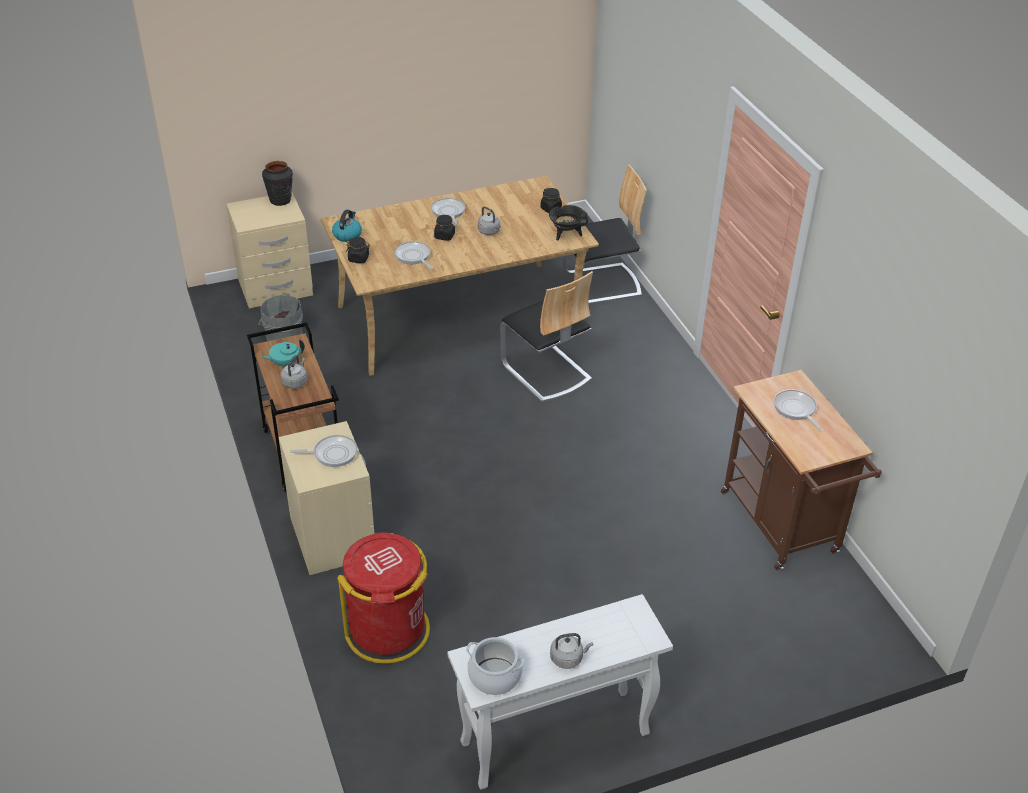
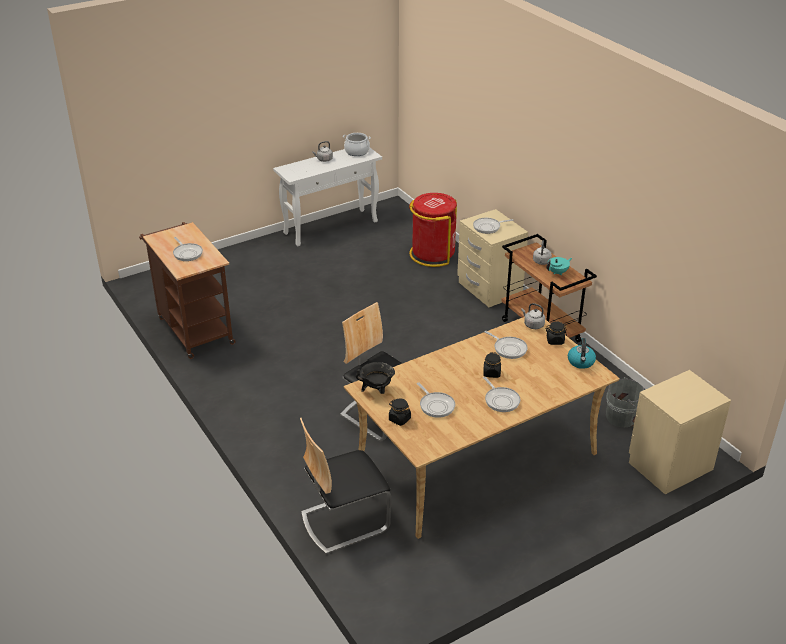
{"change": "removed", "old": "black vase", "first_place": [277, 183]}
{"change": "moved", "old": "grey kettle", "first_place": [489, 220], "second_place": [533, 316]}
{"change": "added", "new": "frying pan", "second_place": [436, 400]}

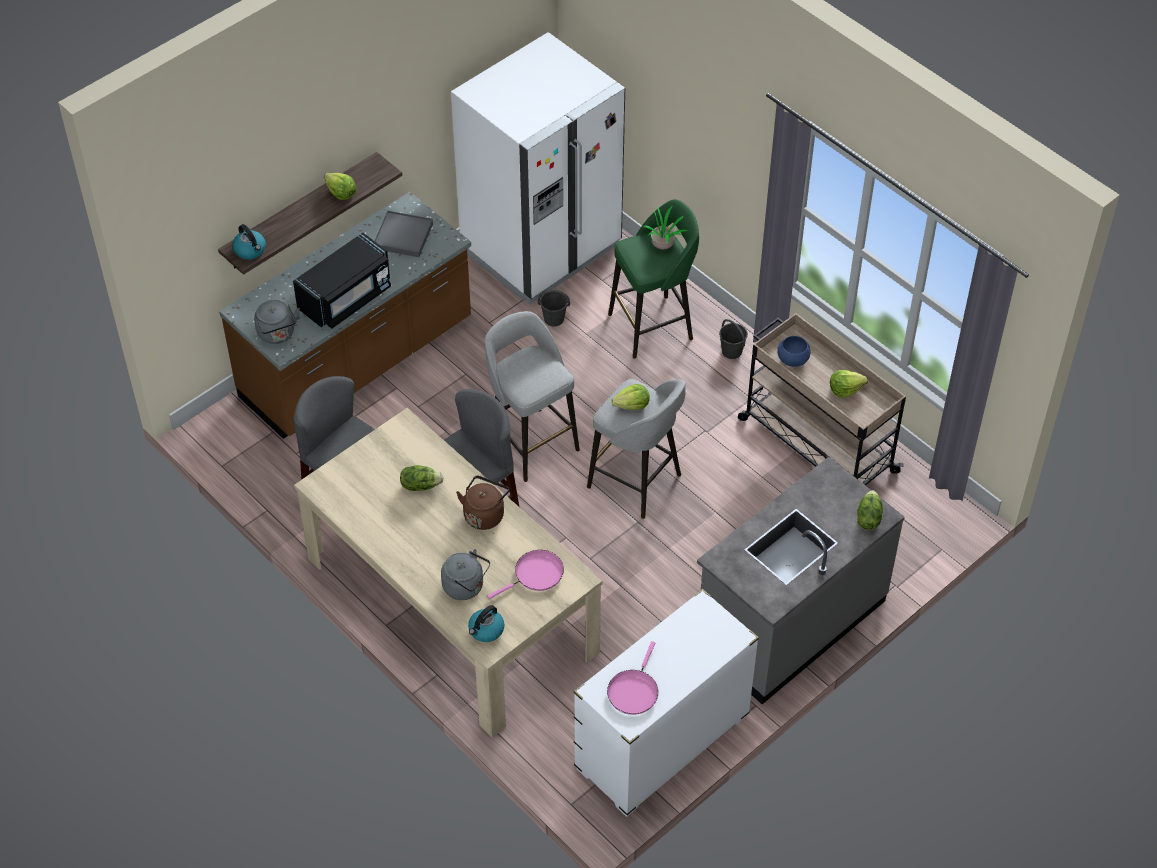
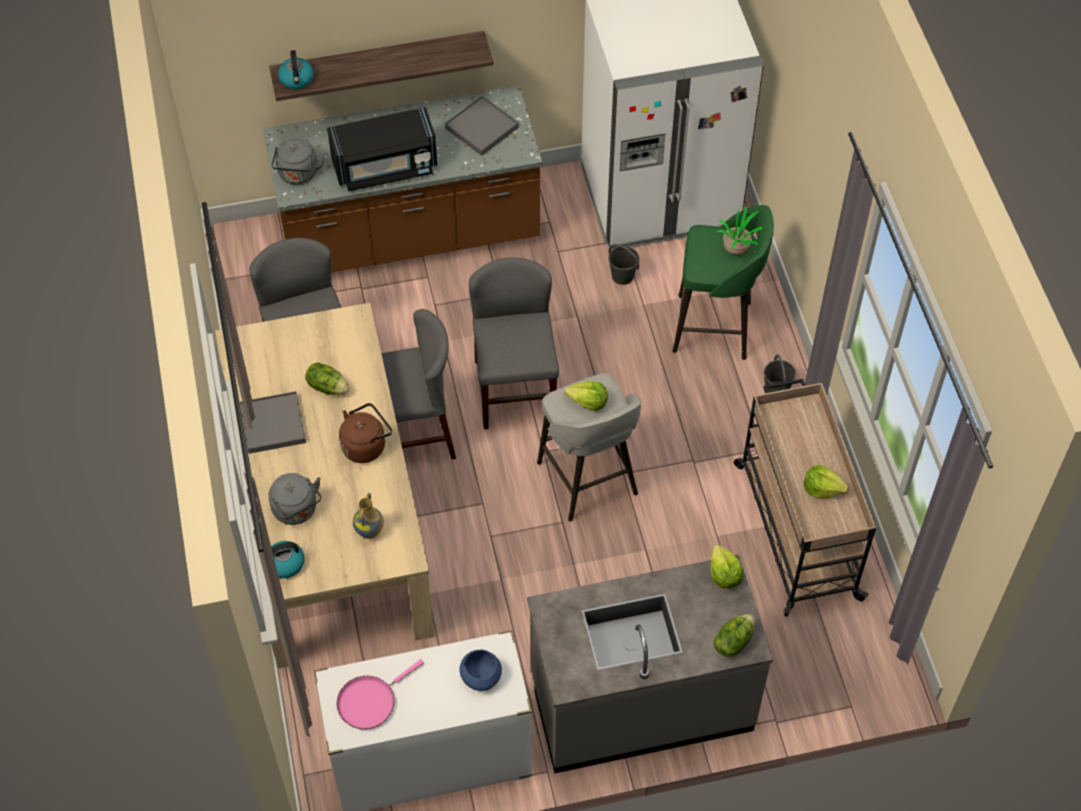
{"change": "moved", "old": "lettuce", "first_place": [340, 186], "second_place": [727, 567]}
{"change": "replaced", "old": "grey stool", "new": "grey chair", "first_place": [532, 396], "second_place": [514, 343]}
{"change": "replaced", "old": "pink frying pan", "new": "vase", "first_place": [525, 574], "second_place": [368, 516]}
{"change": "moved", "old": "blue bowl", "first_place": [794, 351], "second_place": [480, 670]}
{"change": "added", "new": "grey tray", "second_place": [273, 422]}

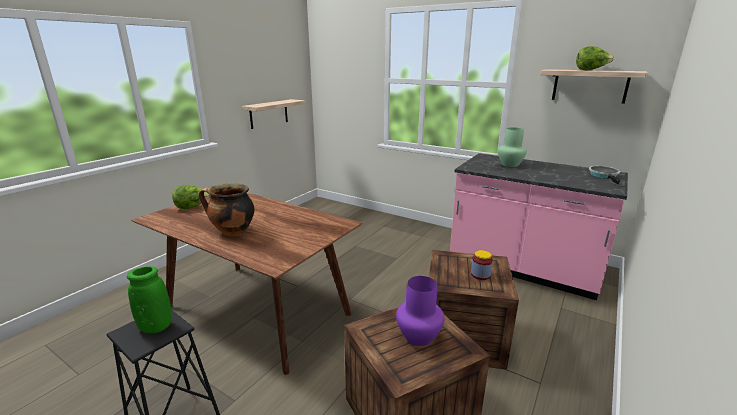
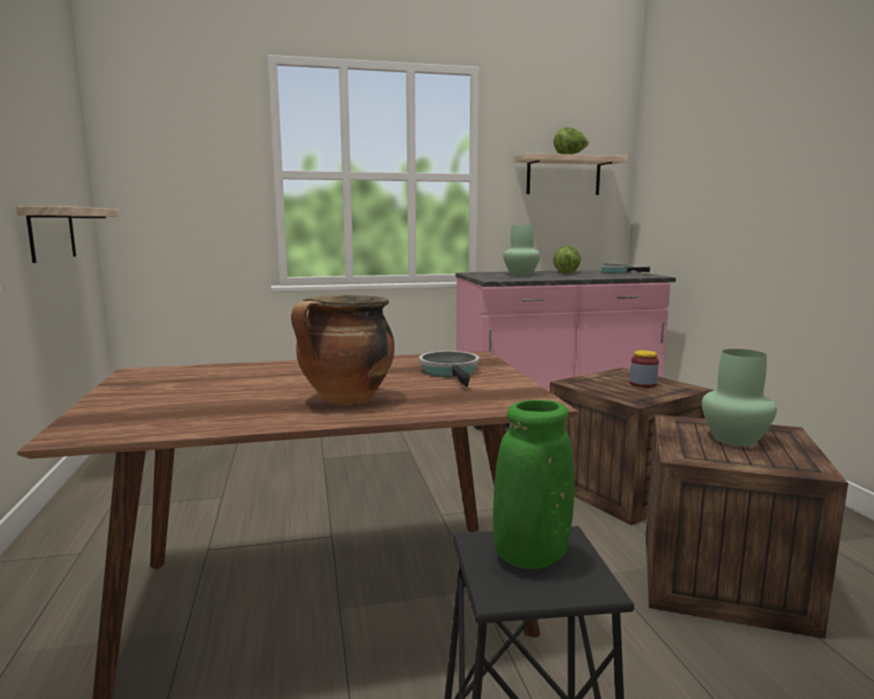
{"change": "moved", "old": "lettuce", "first_place": [191, 197], "second_place": [567, 260]}
{"change": "recoloured", "old": "purple vase", "new": "green vase", "first_place": [420, 311], "second_place": [739, 397]}
{"change": "added", "new": "frying pan", "second_place": [449, 369]}

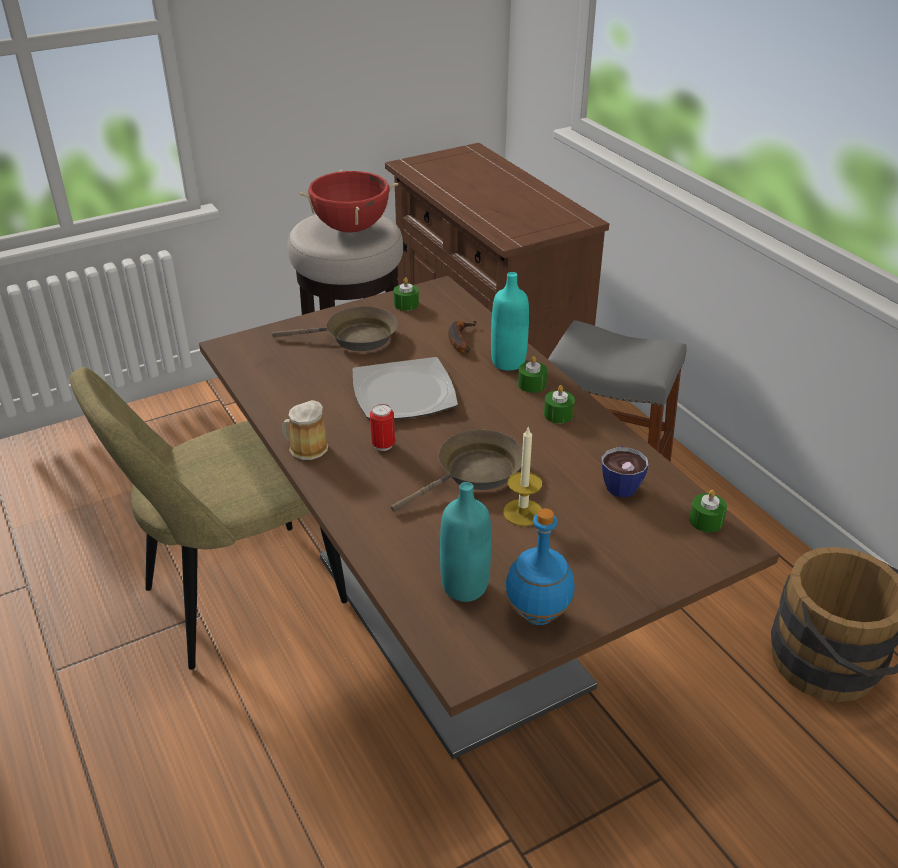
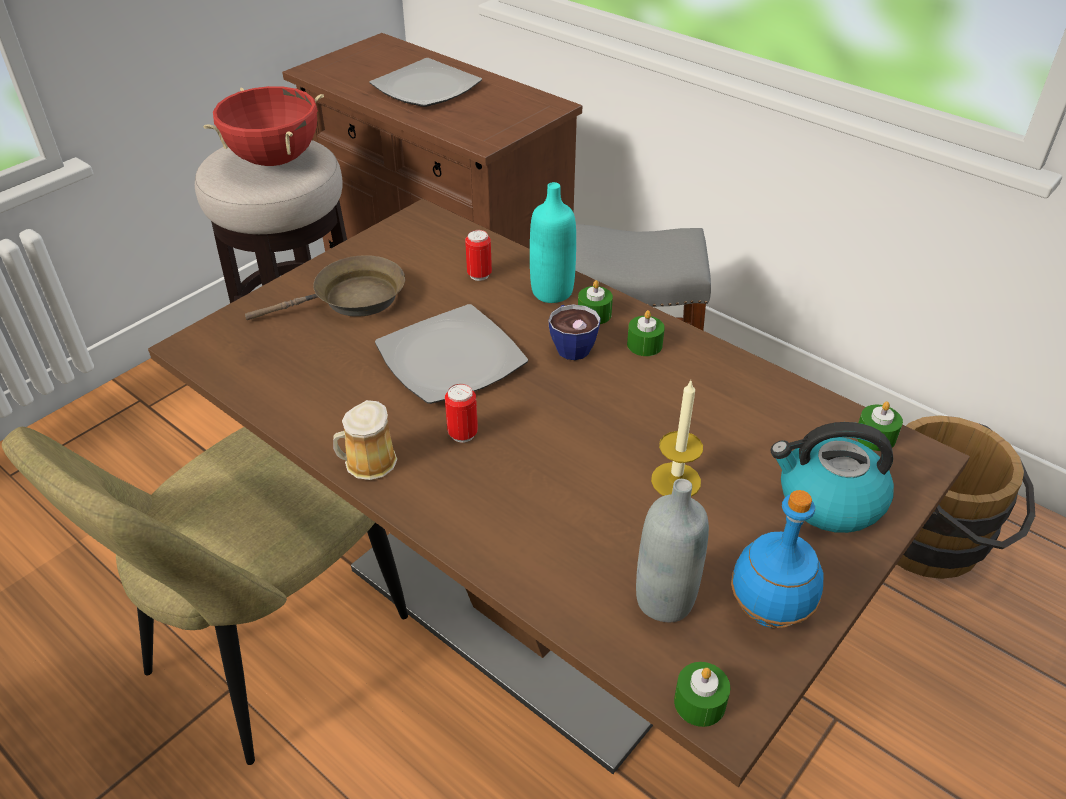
{"change": "removed", "old": "brown frying pan", "first_place": [456, 471]}
{"change": "moved", "old": "green candle", "first_place": [406, 294], "second_place": [702, 694]}
{"change": "recoloured", "old": "turquoise bottle", "new": "grey bottle", "first_place": [465, 542], "second_place": [672, 550]}
{"change": "replaced", "old": "banana", "new": "can", "first_place": [462, 337], "second_place": [478, 255]}
{"change": "moved", "old": "cup", "first_place": [625, 471], "second_place": [574, 332]}
{"change": "added", "new": "plate", "second_place": [426, 82]}
{"change": "added", "new": "kettle", "second_place": [832, 477]}

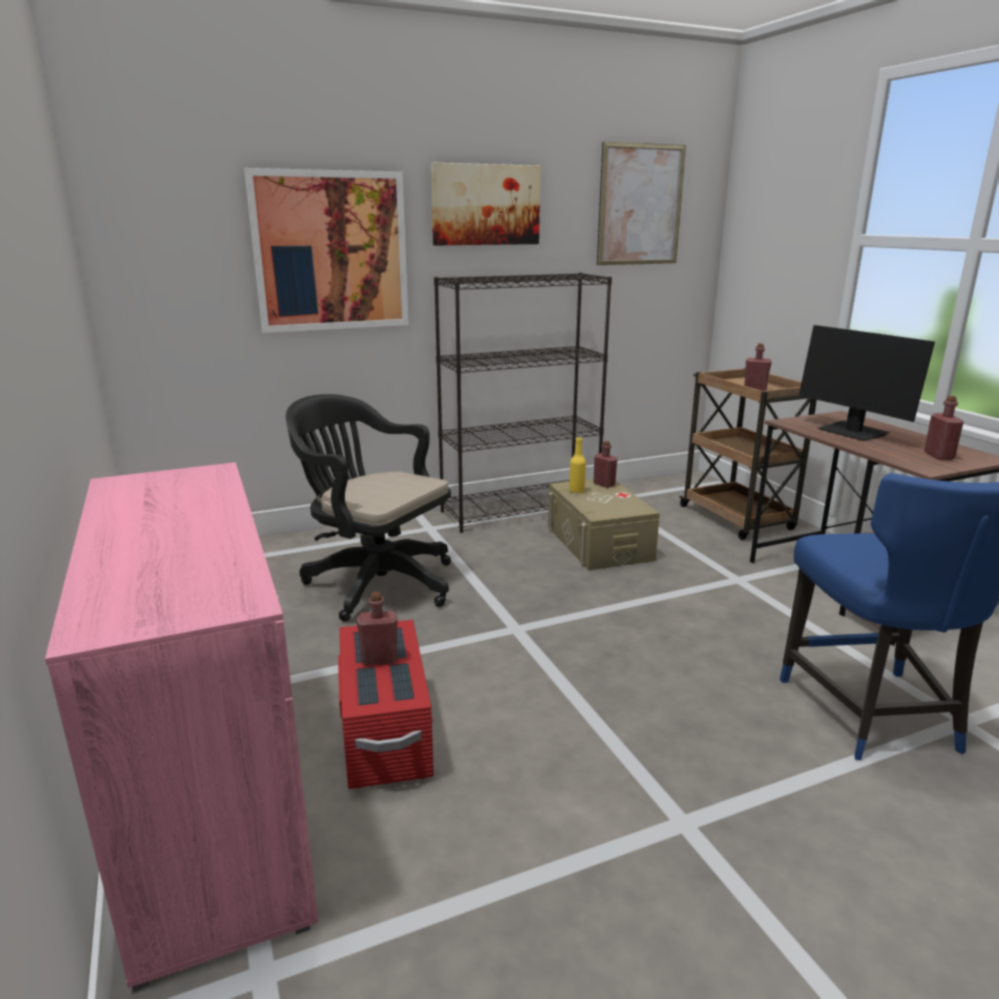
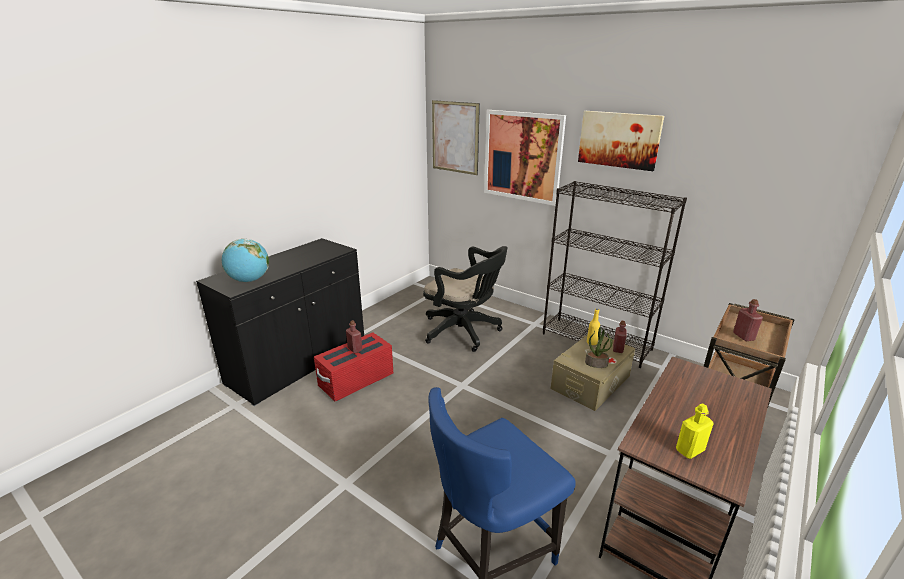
{"change": "recoloured", "old": "pink cabinet", "new": "black cabinet", "first_place": [181, 726], "second_place": [280, 322]}
{"change": "turned", "old": "black office chair", "first_place": [368, 508], "second_place": [465, 299], "degrees": 120}
{"change": "moved", "old": "picture", "first_place": [641, 203], "second_place": [456, 137]}
{"change": "removed", "old": "monitor", "first_place": [867, 383]}
{"change": "recoloured", "old": "red bottle", "new": "yellow bottle", "first_place": [944, 428], "second_place": [695, 431]}
{"change": "added", "new": "globe", "second_place": [245, 260]}
{"change": "added", "new": "potted plant", "second_place": [598, 347]}

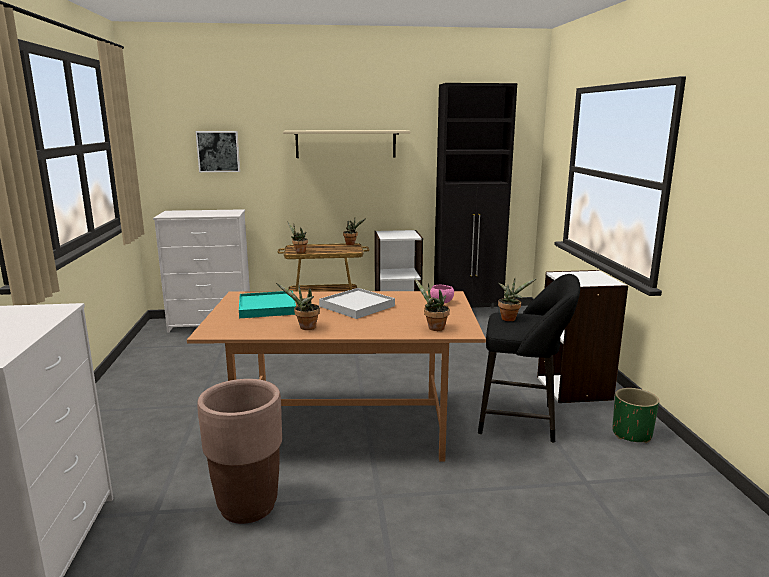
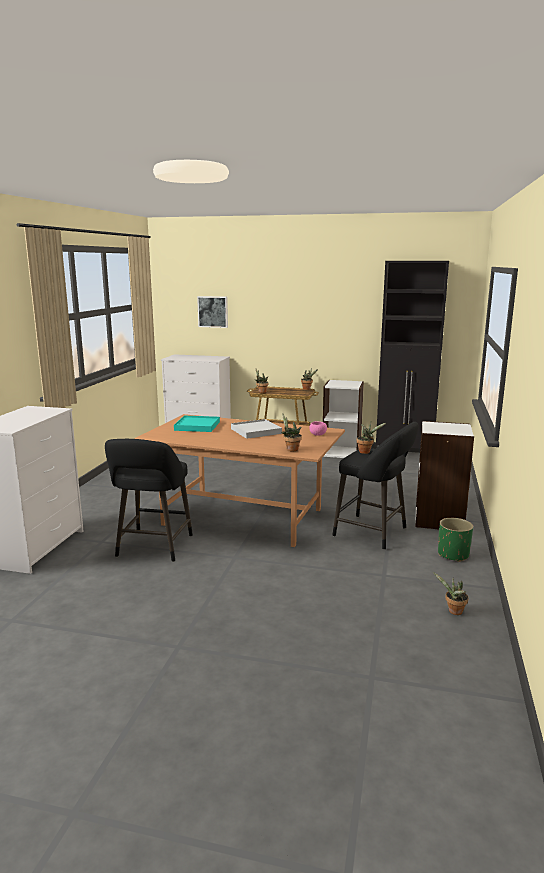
{"change": "replaced", "old": "brown planter", "new": "black stool", "first_place": [239, 451], "second_place": [149, 500]}
{"change": "moved", "old": "potted plant", "first_place": [298, 306], "second_place": [451, 593]}
{"change": "removed", "old": "beige shelf", "first_place": [346, 144]}

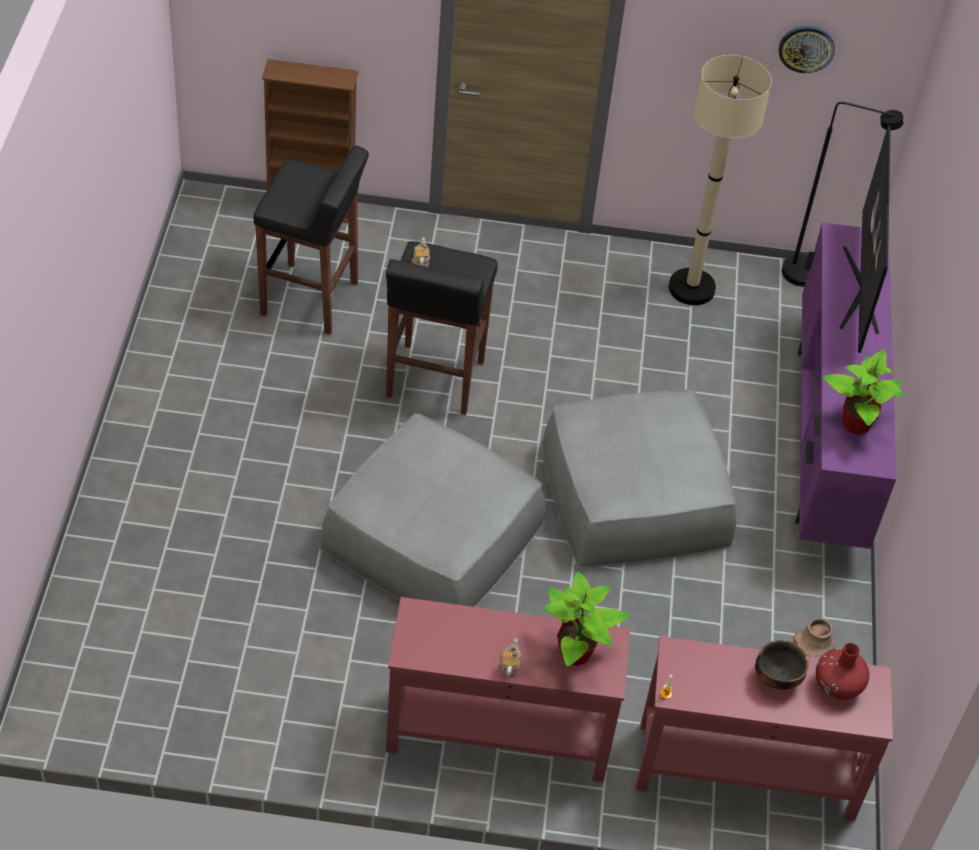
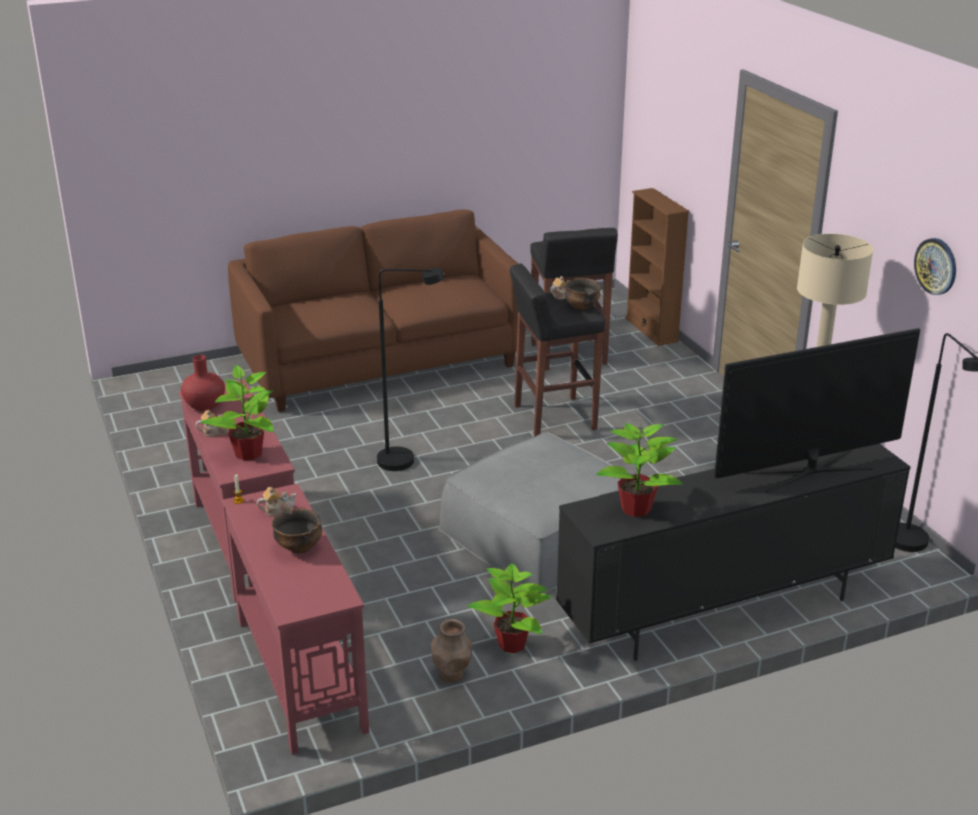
{"change": "replaced", "old": "grey ottoman", "new": "black floor lamp", "first_place": [432, 510], "second_place": [410, 369]}
{"change": "recoloured", "old": "purple tv stand", "new": "black tv stand", "first_place": [845, 385], "second_place": [733, 552]}
{"change": "moved", "old": "red vase", "first_place": [842, 671], "second_place": [203, 383]}
{"change": "added", "new": "brown sofa", "second_place": [373, 311]}
{"change": "added", "new": "teapot", "second_place": [276, 501]}
{"change": "added", "new": "potted plant", "second_place": [509, 608]}
{"change": "added", "new": "bowl", "second_place": [582, 294]}

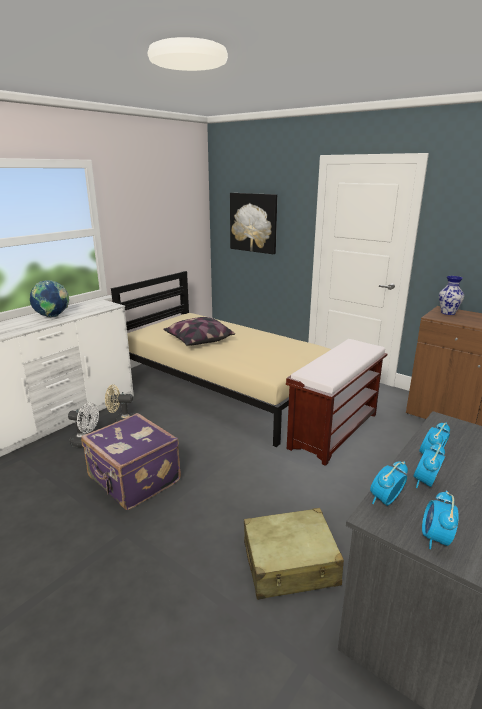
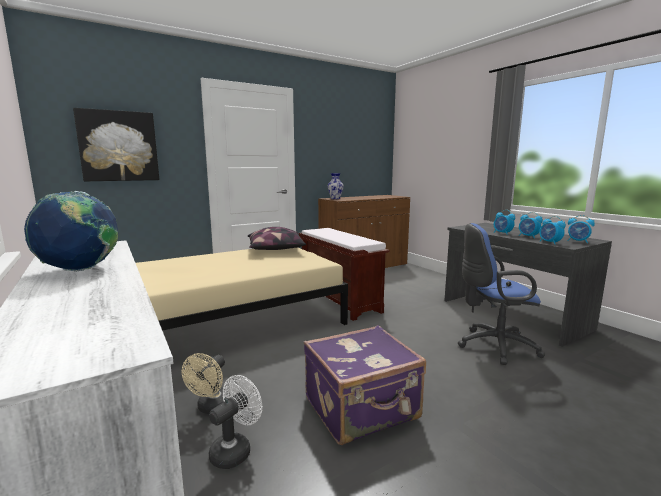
{"change": "moved", "old": "pillow", "first_place": [199, 331], "second_place": [277, 238]}
{"change": "replaced", "old": "beige suitcase", "new": "blue office chair", "first_place": [294, 554], "second_place": [501, 294]}

